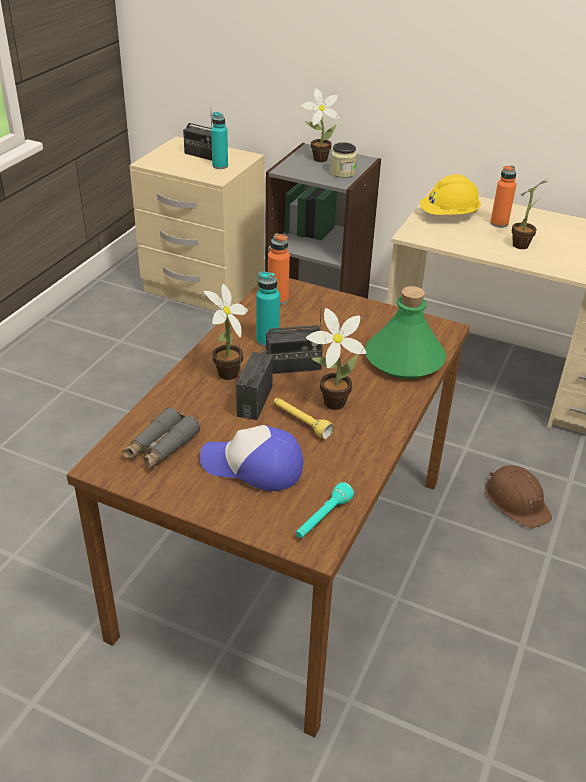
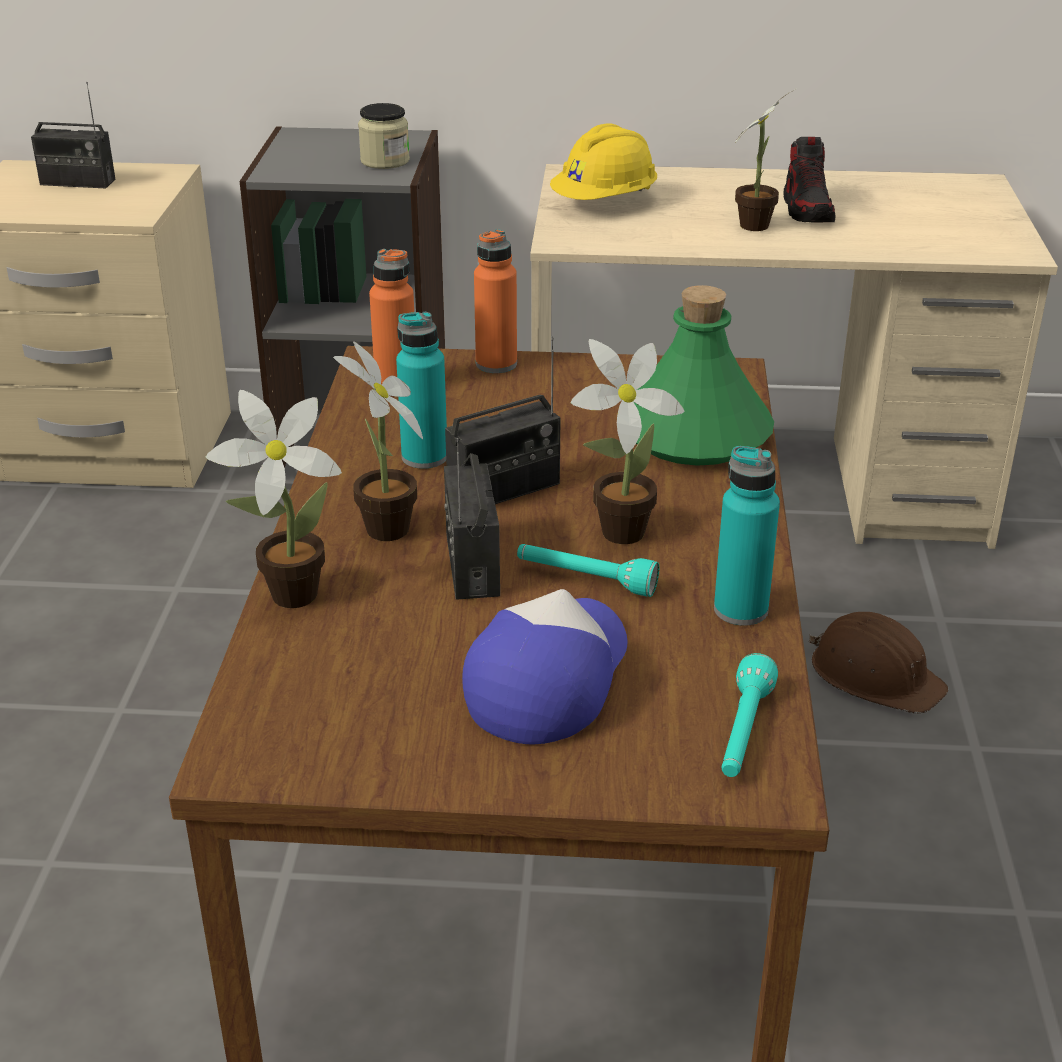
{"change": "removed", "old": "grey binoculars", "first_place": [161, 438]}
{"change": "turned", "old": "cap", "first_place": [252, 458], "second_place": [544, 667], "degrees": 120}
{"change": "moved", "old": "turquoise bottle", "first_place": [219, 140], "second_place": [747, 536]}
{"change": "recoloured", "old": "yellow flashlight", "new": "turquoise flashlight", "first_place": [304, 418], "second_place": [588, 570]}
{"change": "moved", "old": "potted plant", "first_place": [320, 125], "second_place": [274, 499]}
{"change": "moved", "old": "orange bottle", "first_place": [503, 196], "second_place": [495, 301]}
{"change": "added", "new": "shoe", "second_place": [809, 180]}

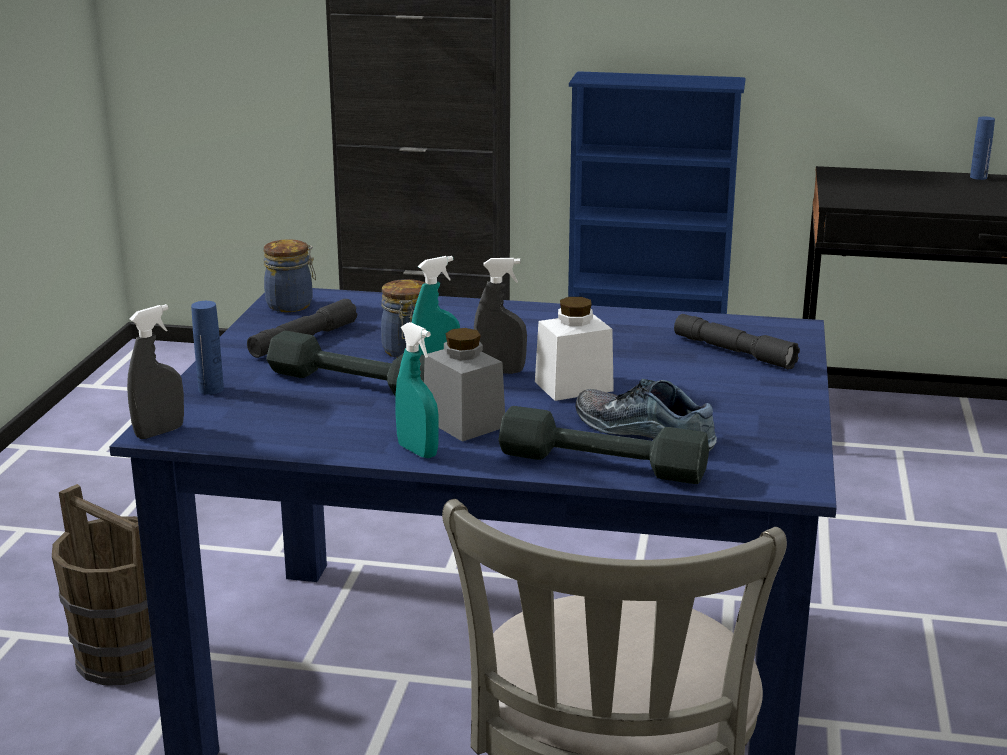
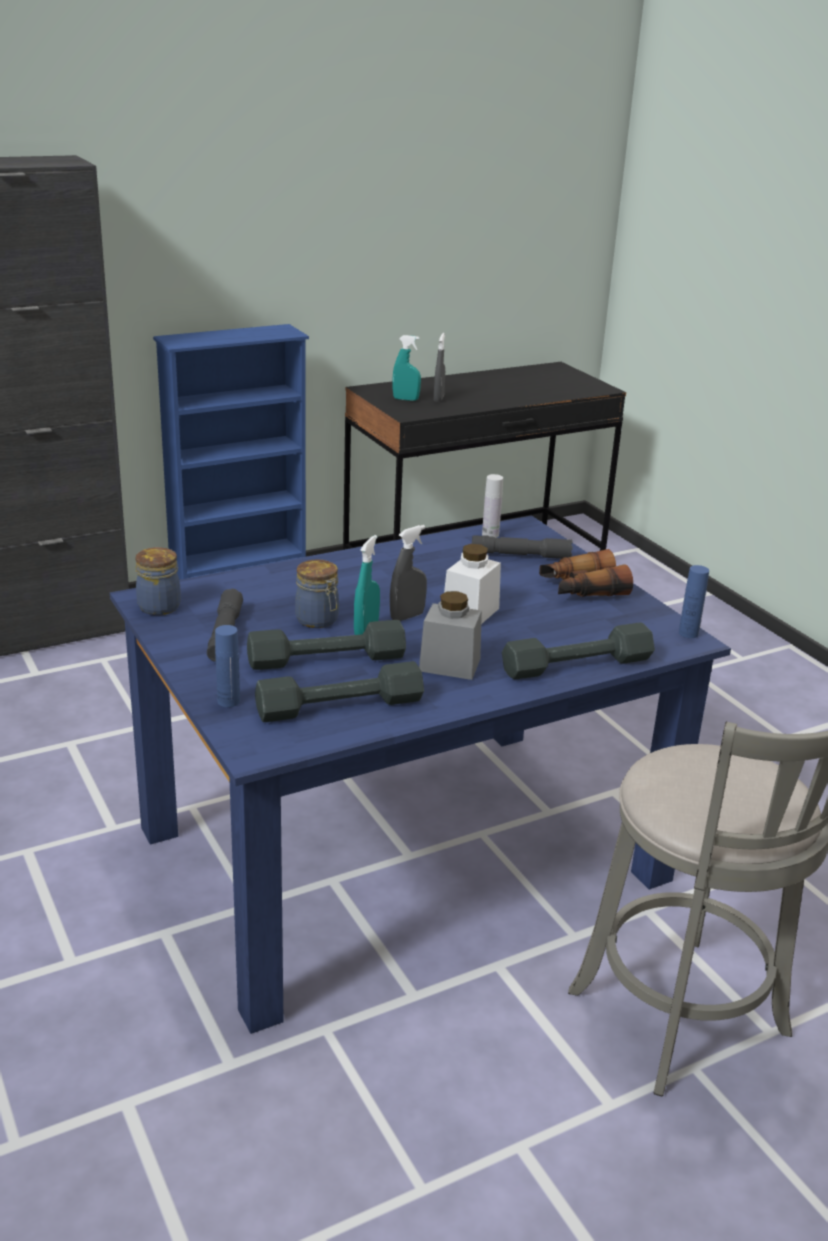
{"change": "removed", "old": "brown bucket", "first_place": [104, 584]}
{"change": "moved", "old": "grey spray bottle", "first_place": [155, 371], "second_place": [439, 367]}
{"change": "moved", "old": "turquoise spray bottle", "first_place": [417, 390], "second_place": [406, 368]}
{"change": "removed", "old": "shoe", "first_place": [646, 415]}
{"change": "moved", "old": "blue bottle", "first_place": [982, 148], "second_place": [694, 601]}
{"change": "added", "new": "grey dumbbell", "second_place": [339, 691]}
{"change": "added", "new": "white bottle", "second_place": [492, 506]}
{"change": "added", "new": "binoculars", "second_place": [586, 573]}

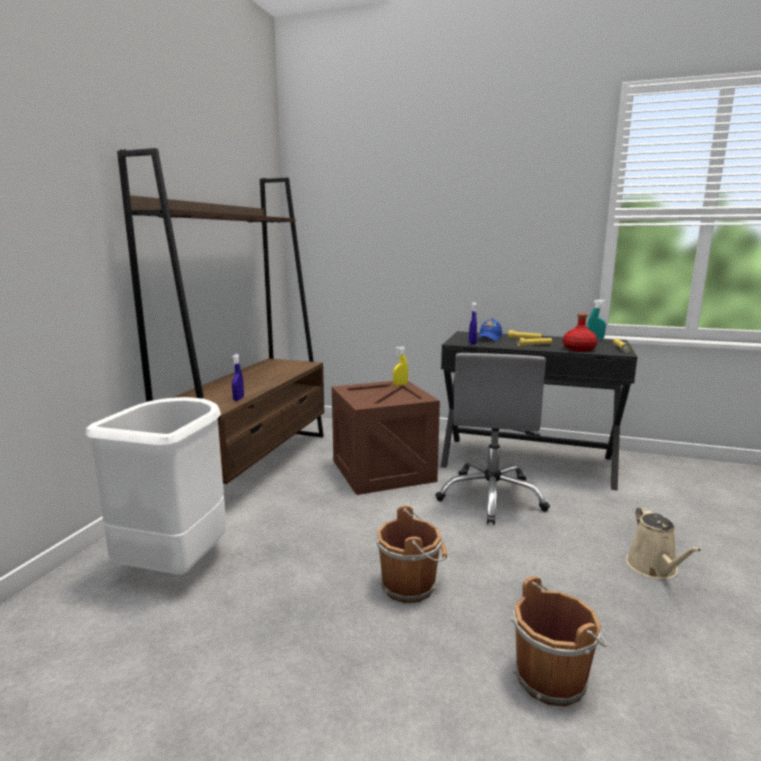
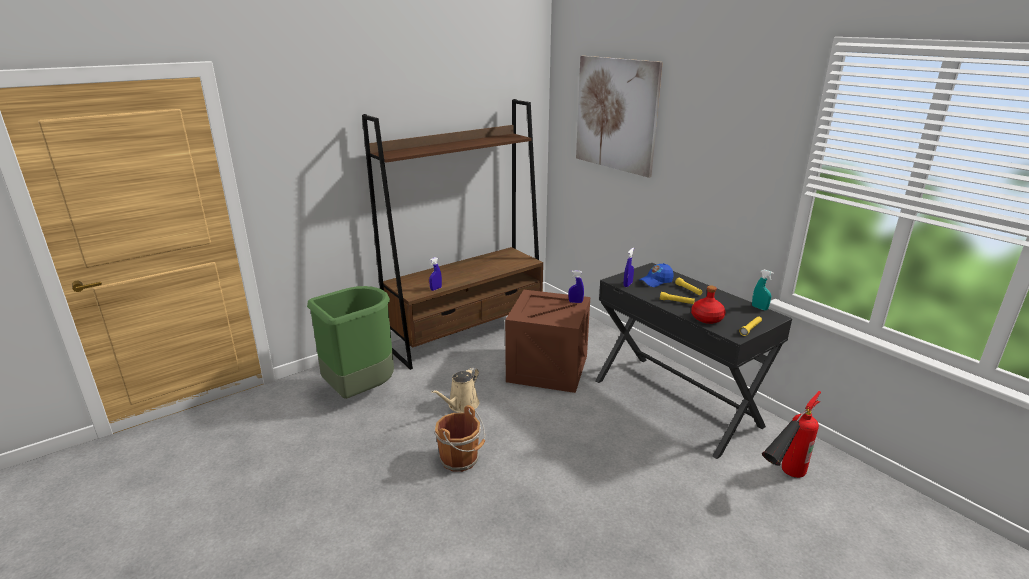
{"change": "recoloured", "old": "white trash can", "new": "green trash can", "first_place": [156, 486], "second_place": [350, 342]}
{"change": "recoloured", "old": "yellow spray bottle", "new": "blue spray bottle", "first_place": [400, 366], "second_place": [576, 286]}
{"change": "removed", "old": "grey office chair", "first_place": [492, 439]}
{"change": "removed", "old": "brown bucket", "first_place": [559, 641]}
{"change": "moved", "old": "beige watering can", "first_place": [663, 543], "second_place": [455, 390]}
{"change": "added", "new": "picture", "second_place": [619, 117]}
{"change": "added", "new": "fire extinguisher", "second_place": [791, 434]}

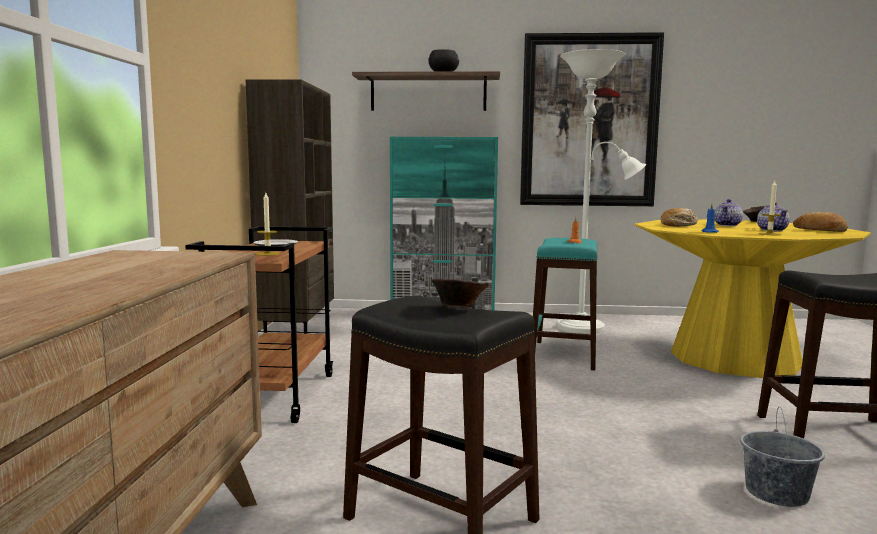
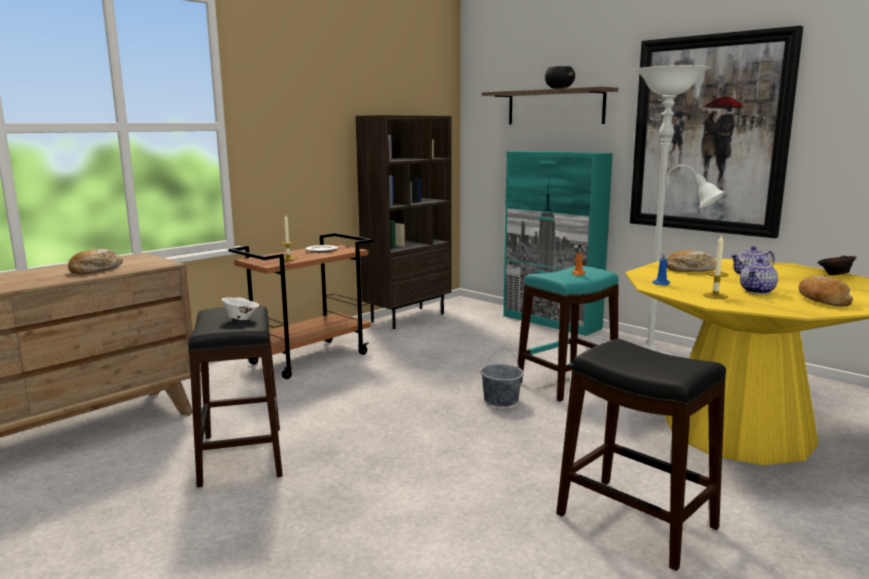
{"change": "recoloured", "old": "brown bowl", "new": "white bowl", "first_place": [460, 293], "second_place": [240, 308]}
{"change": "moved", "old": "grey bucket", "first_place": [782, 457], "second_place": [502, 377]}
{"change": "added", "new": "bread", "second_place": [95, 261]}

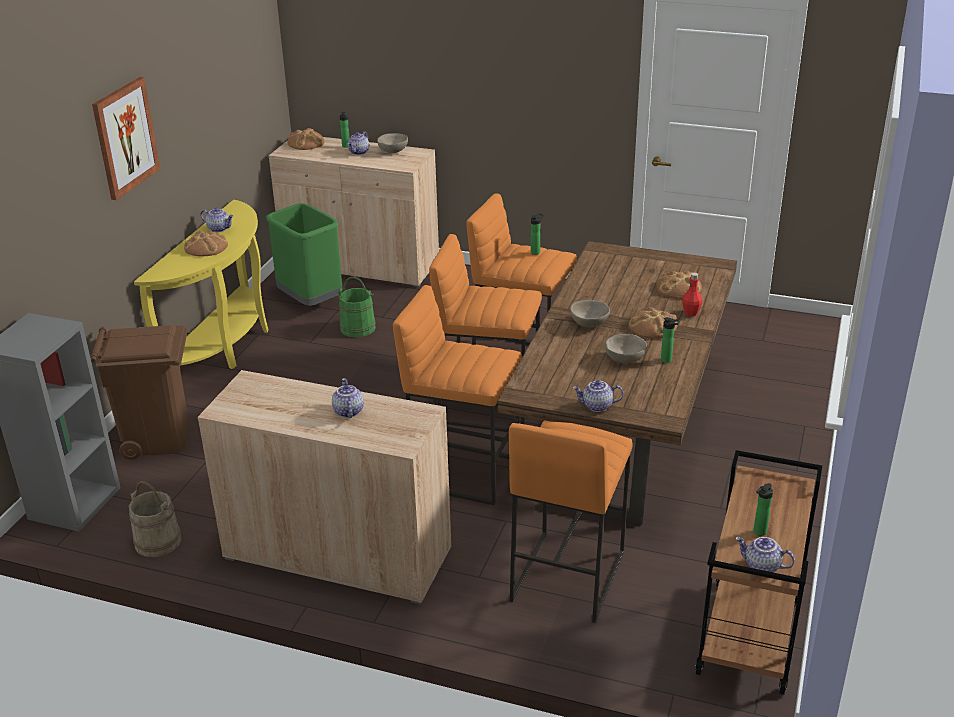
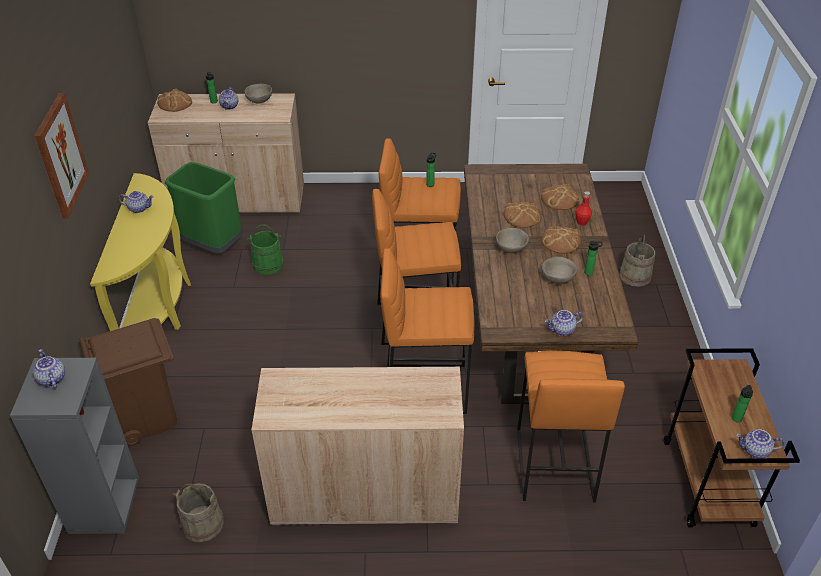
{"change": "moved", "old": "bread", "first_place": [206, 243], "second_place": [522, 215]}
{"change": "moved", "old": "teapot", "first_place": [348, 398], "second_place": [49, 368]}
{"change": "added", "new": "beige bucket", "second_place": [637, 260]}

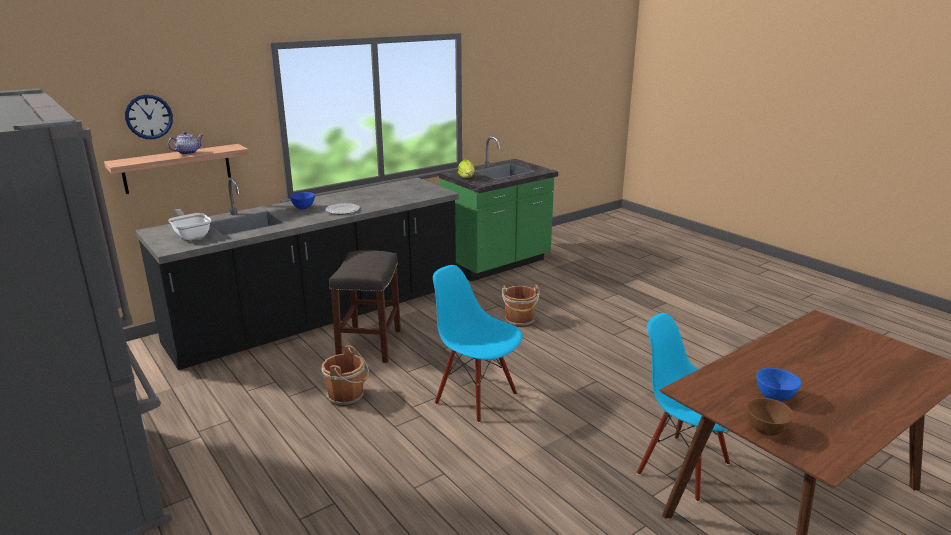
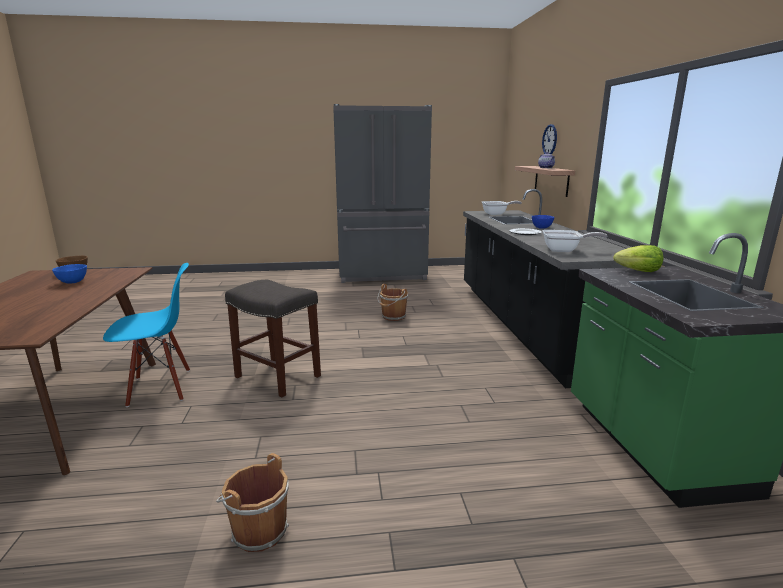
{"change": "moved", "old": "grey stool", "first_place": [365, 306], "second_place": [273, 338]}
{"change": "removed", "old": "blue chair", "first_place": [478, 344]}
{"change": "moved", "old": "brown bucket", "first_place": [521, 305], "second_place": [252, 502]}
{"change": "added", "new": "frying pan", "second_place": [575, 241]}

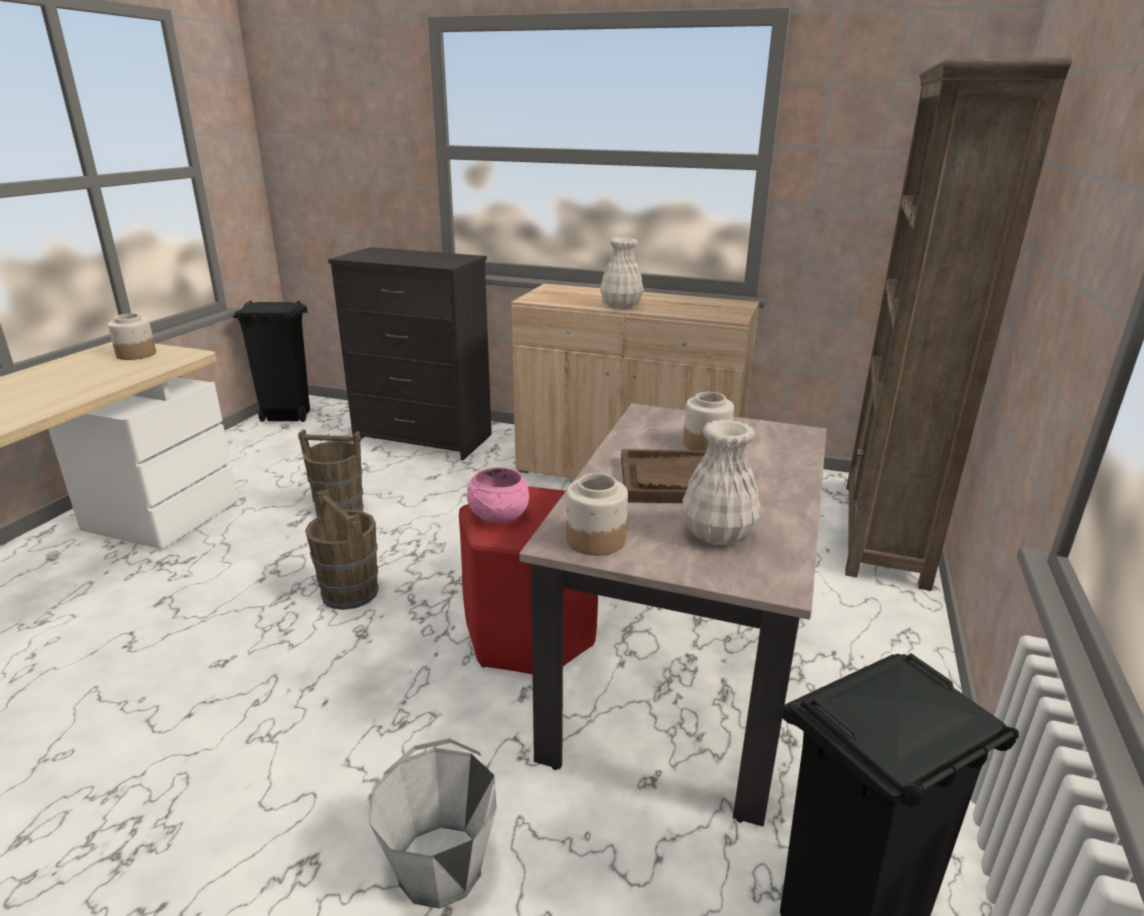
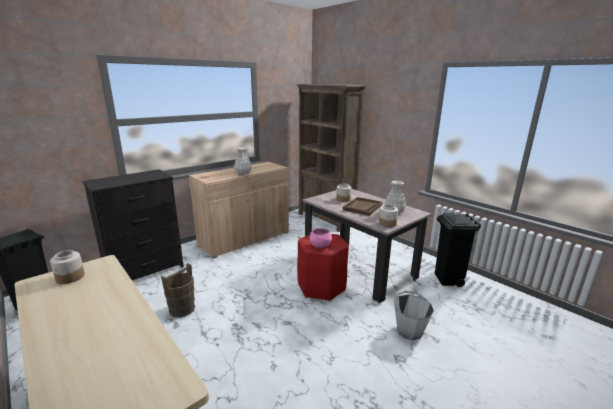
{"change": "removed", "old": "brown bucket", "first_place": [342, 549]}

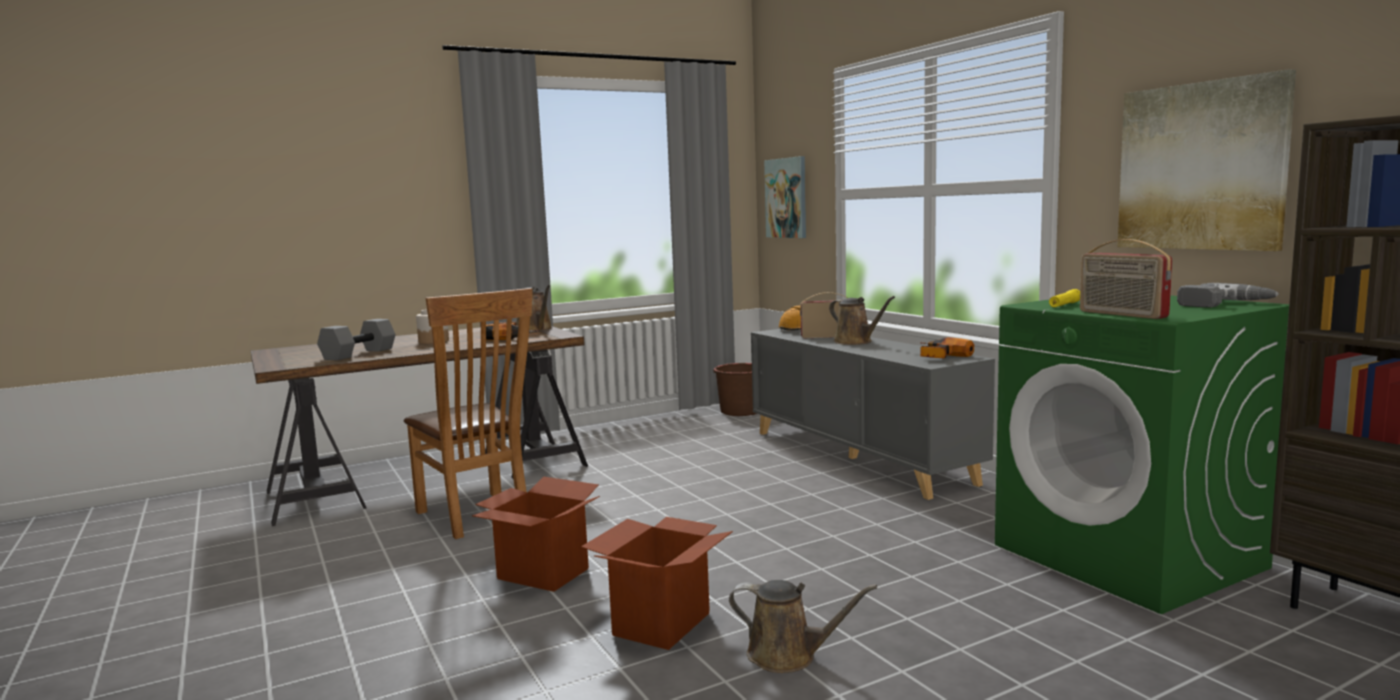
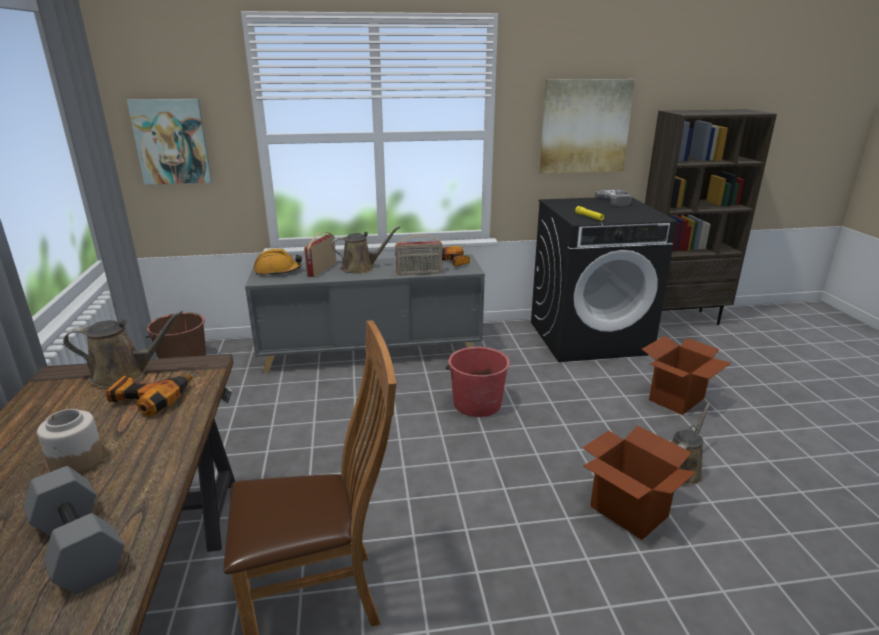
{"change": "moved", "old": "cardboard box", "first_place": [536, 534], "second_place": [686, 375]}
{"change": "recoloured", "old": "green washing machine", "new": "black washing machine", "first_place": [1142, 454], "second_place": [604, 280]}
{"change": "moved", "old": "radio", "first_place": [1126, 279], "second_place": [419, 255]}
{"change": "added", "new": "red bucket", "second_place": [477, 382]}

